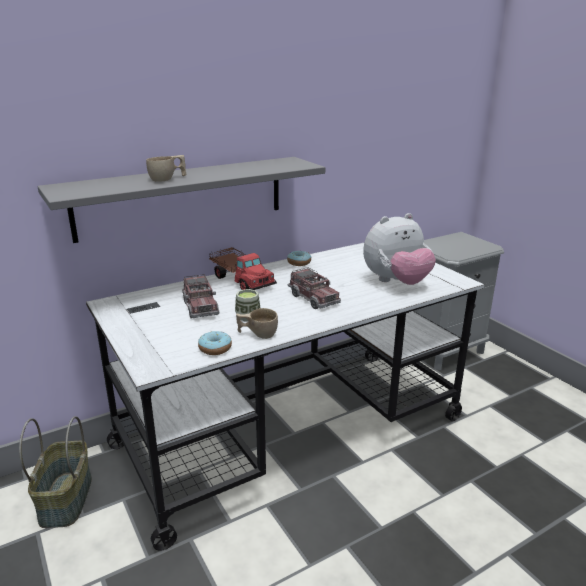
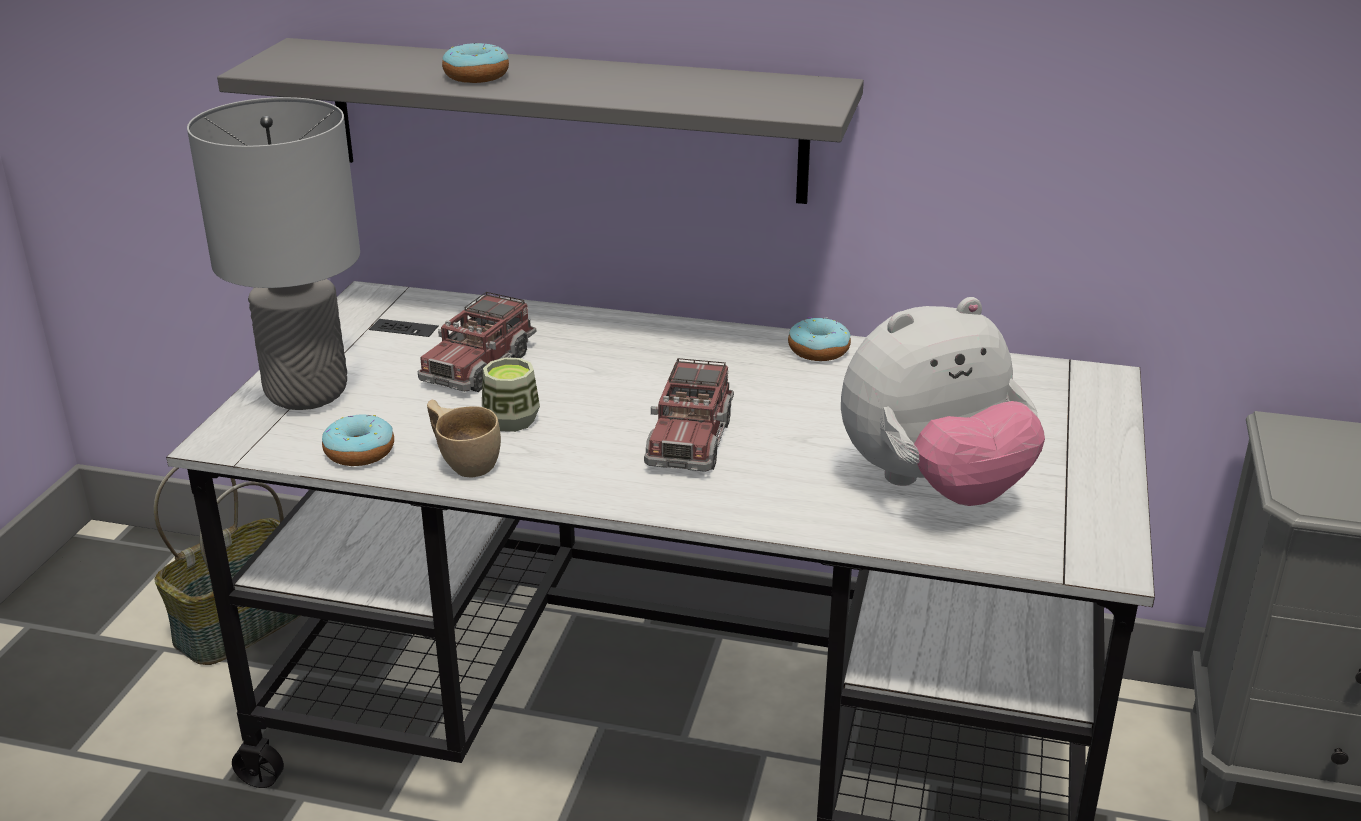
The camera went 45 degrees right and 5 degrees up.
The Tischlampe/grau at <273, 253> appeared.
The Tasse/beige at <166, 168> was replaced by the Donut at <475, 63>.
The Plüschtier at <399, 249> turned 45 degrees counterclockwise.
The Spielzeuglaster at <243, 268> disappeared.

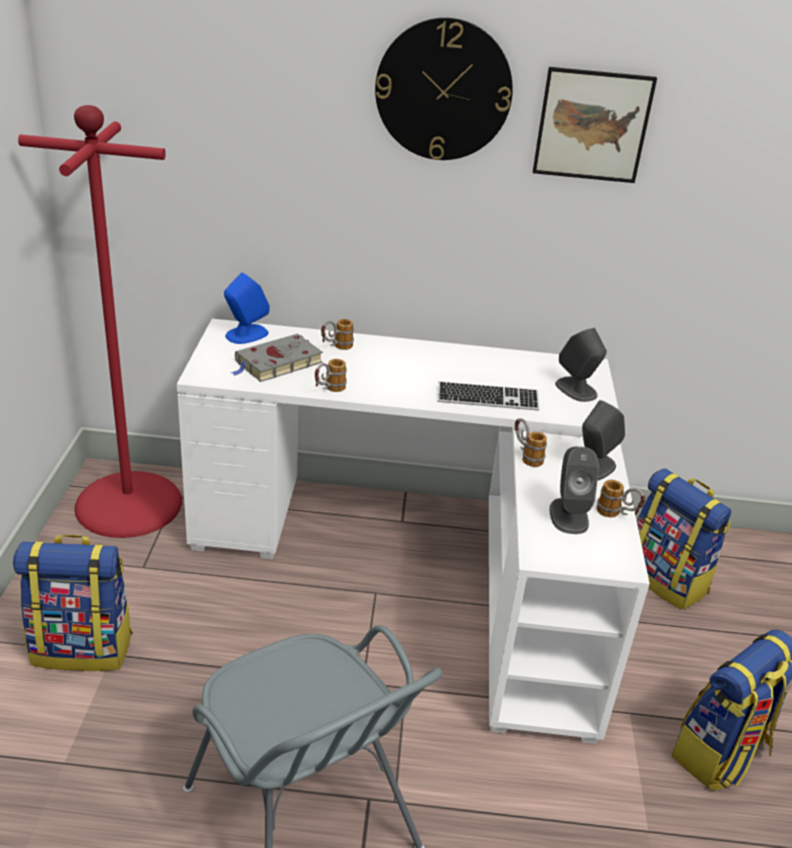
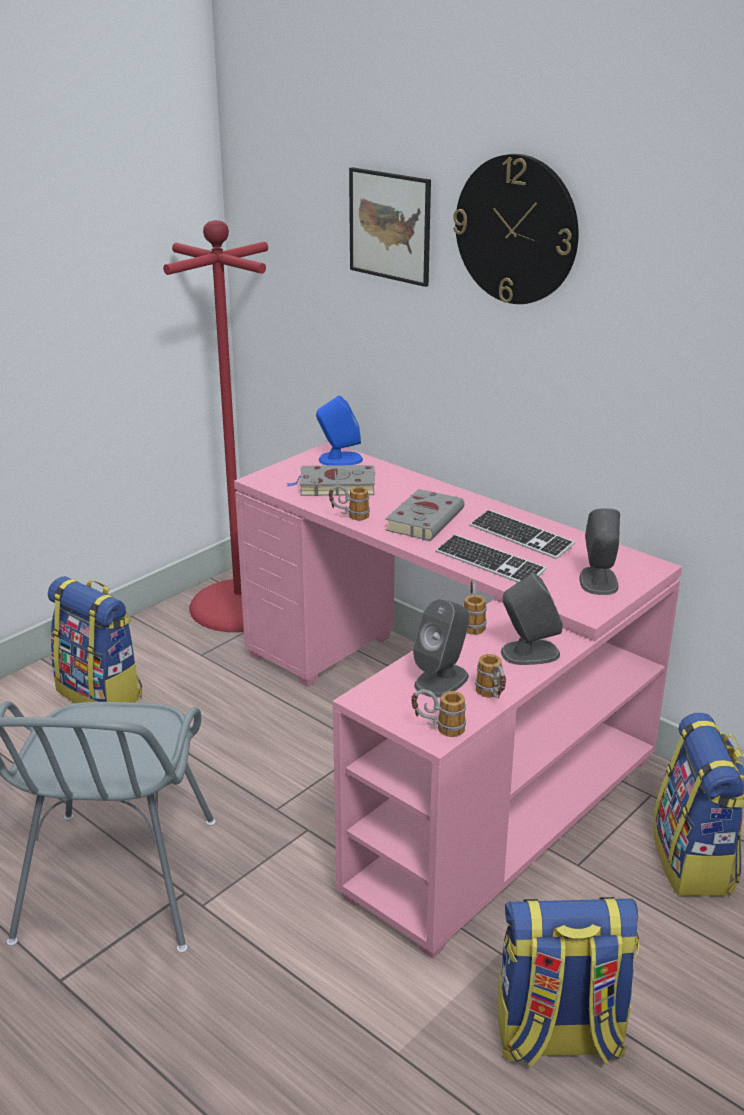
The camera went 40 degrees right and 5 degrees down.
The Schreibtisch/weiß at <413, 531> became the Schreibtisch/rosa at <458, 700>.
The Bild moved from <595, 125> to <390, 227>.
The Buch/grau at <425, 515> appeared.
The Henkelbecher moved from <337, 334> to <438, 713>.
The Tastatur at <522, 534> appeared.

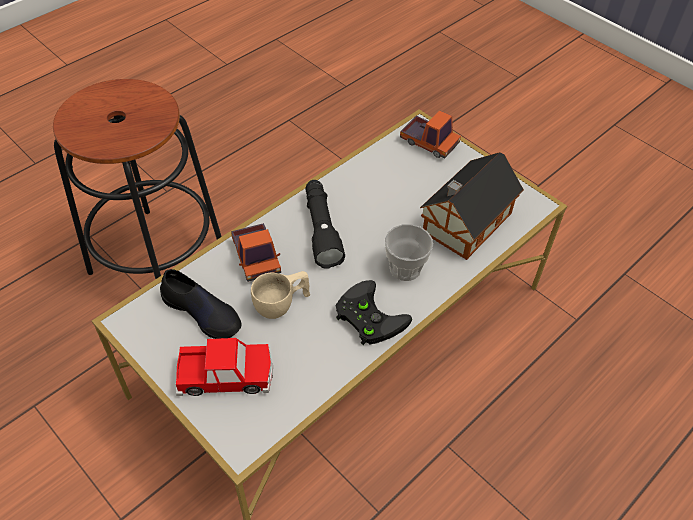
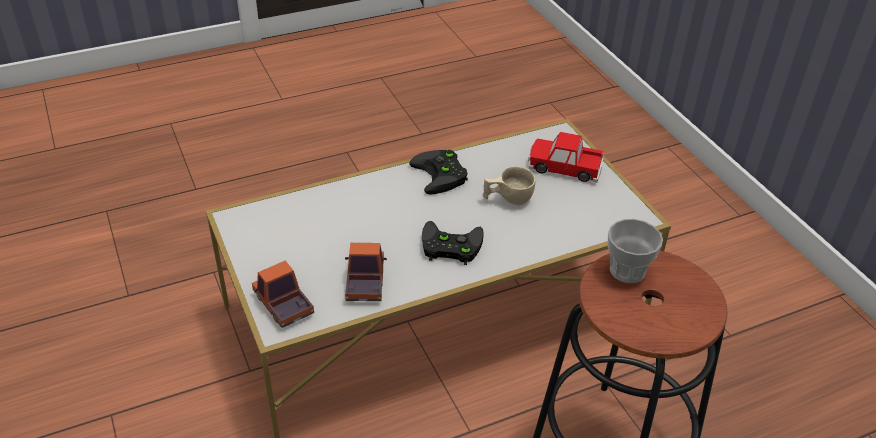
The camera went 160 degrees left and 10 degrees down.
The Spielzeuglaster moved from <256, 252> to <366, 272>.
The Taschenlampe/schwarz at <325, 224> was replaced by the Gamepad/schwarz at <453, 243>.
The Tasse moved from <409, 252> to <635, 251>.
The Schuh/schwarz at <201, 304> disappeared.
The Spielzeughaus at <472, 206> disappeared.

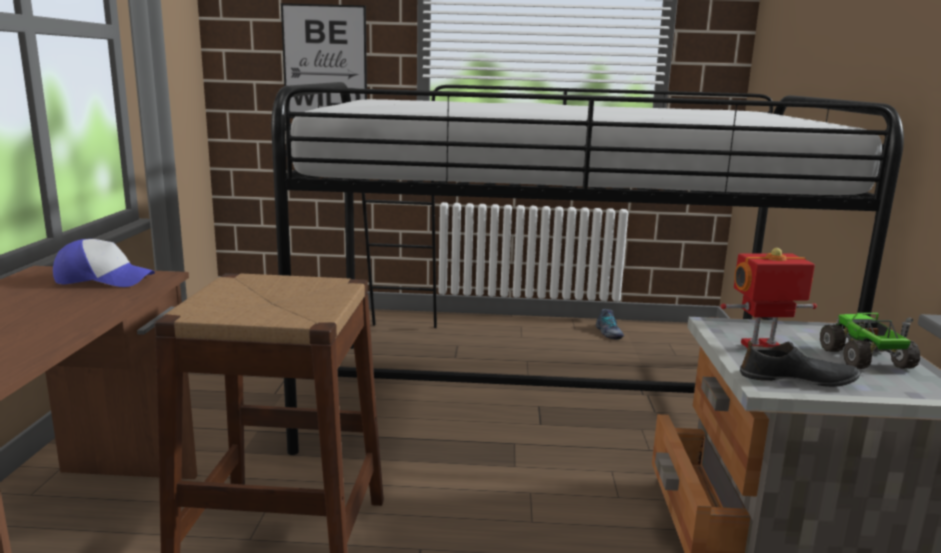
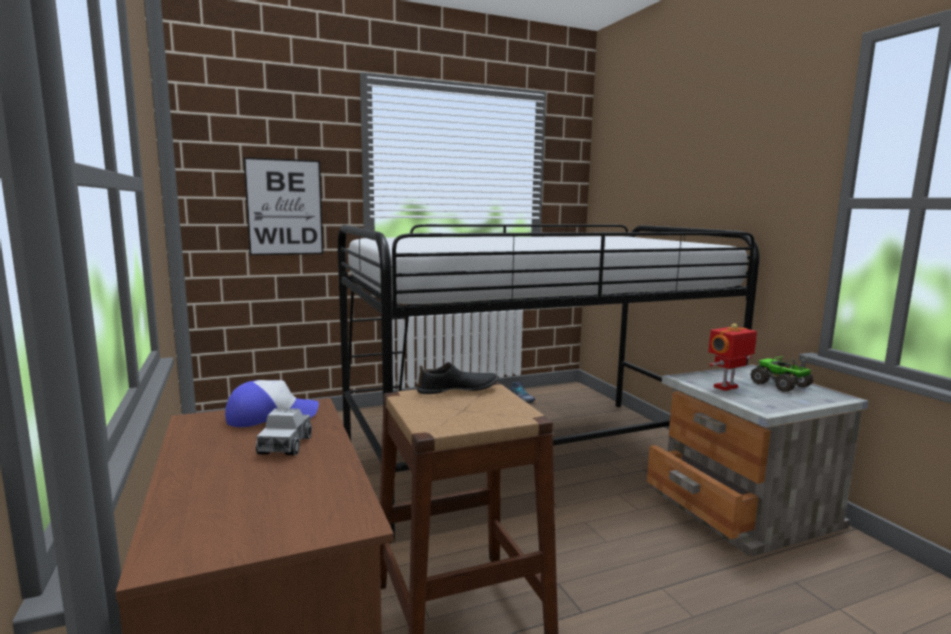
The camera went 25 degrees left and 5 degrees down.
The Spielzeuglaster at <284, 431> appeared.
The Schuh/schwarz moved from <800, 364> to <457, 378>.

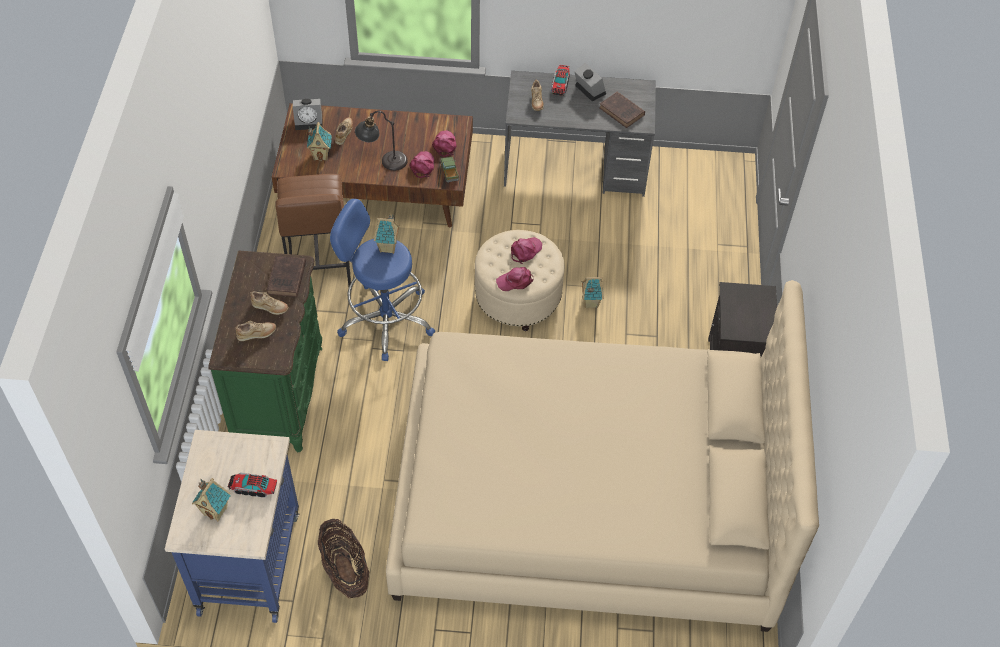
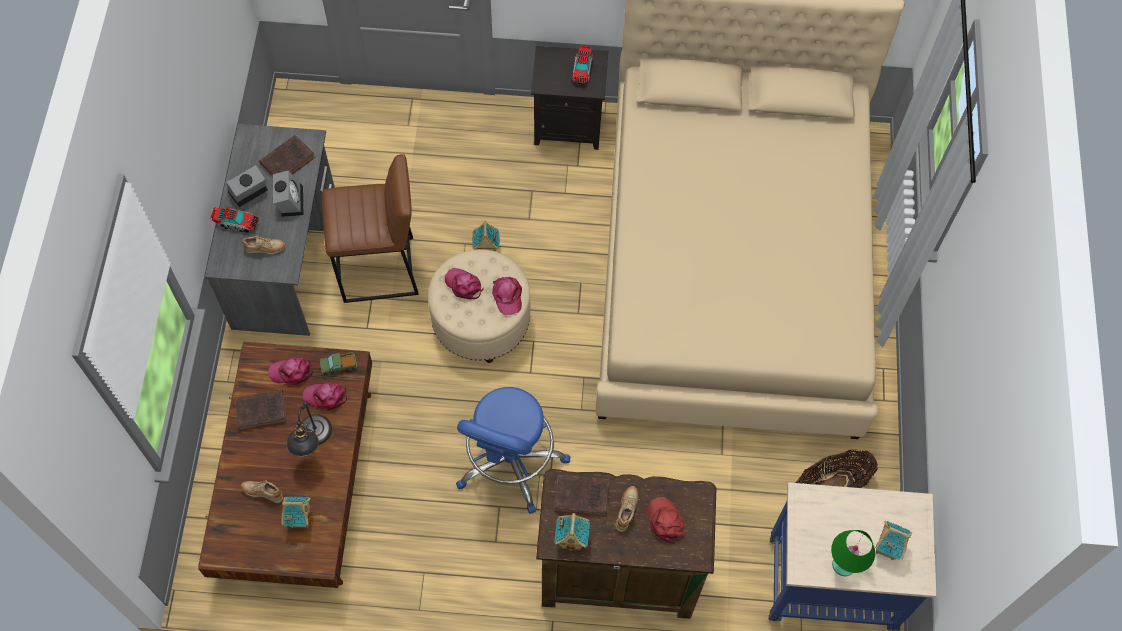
The camera went 90 degrees left and 10 degrees up.
The Buch/braun at <261, 410> appeared.
The Wecker moved from <308, 114> to <288, 193>.
The Hocker/braun moved from <313, 230> to <370, 228>.
The Spielzeughaus moved from <387, 234> to <572, 532>.
The Spielzeuglaster moved from <252, 485> to <582, 65>.
The Schuh/beige at <256, 331> was replaced by the Kappe/rot at <666, 520>.
The Tischlampe/grün at <853, 553> appeared.

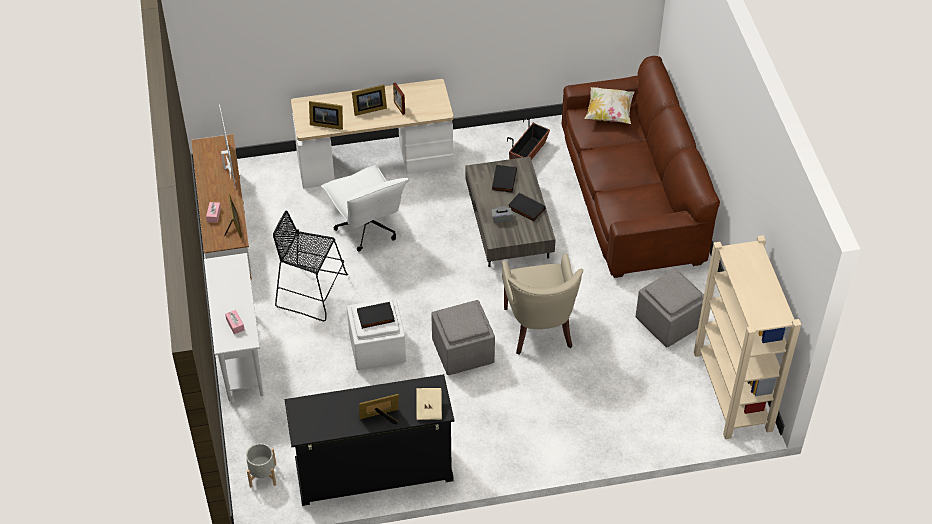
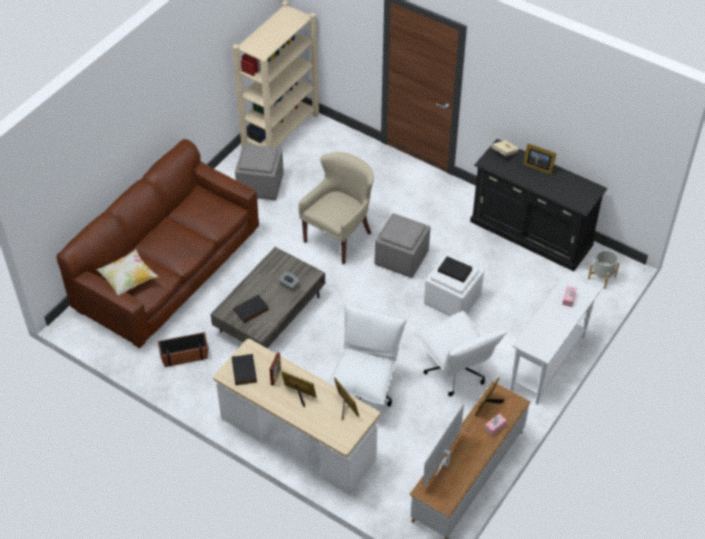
The camera went 135 degrees left and 0 degrees up.
The Buch/schwarz moved from <527, 207> to <244, 369>.
The Hocker/schwarz at <310, 265> was replaced by the Bürostuhl/weiß at <460, 353>.

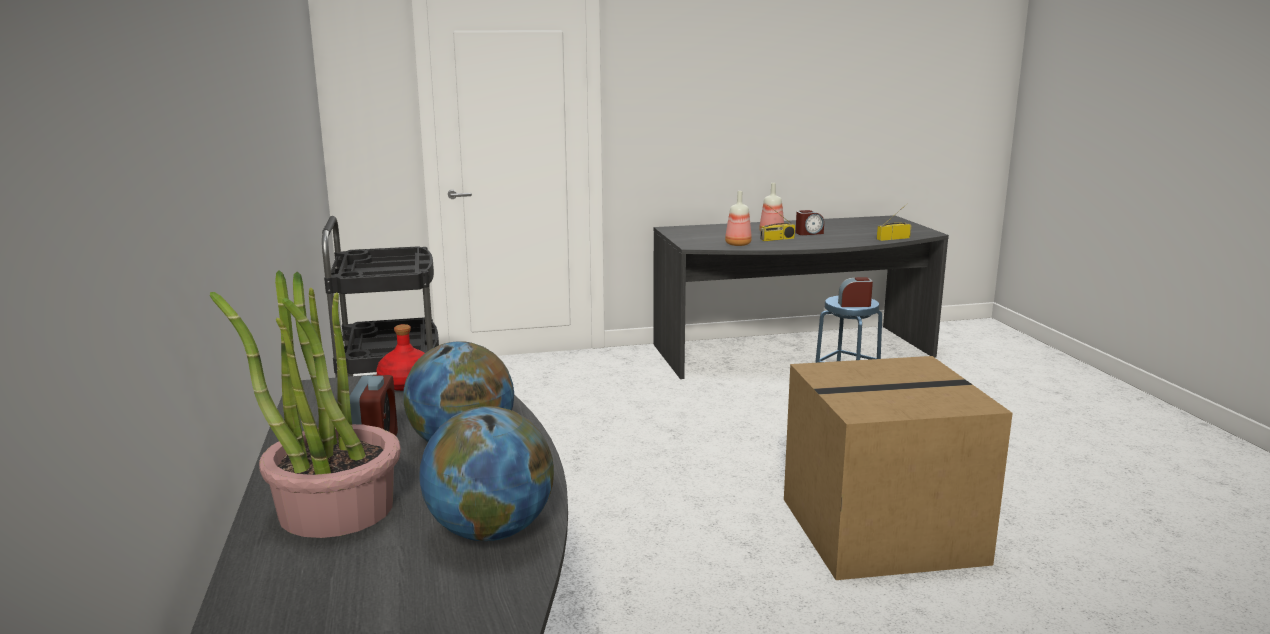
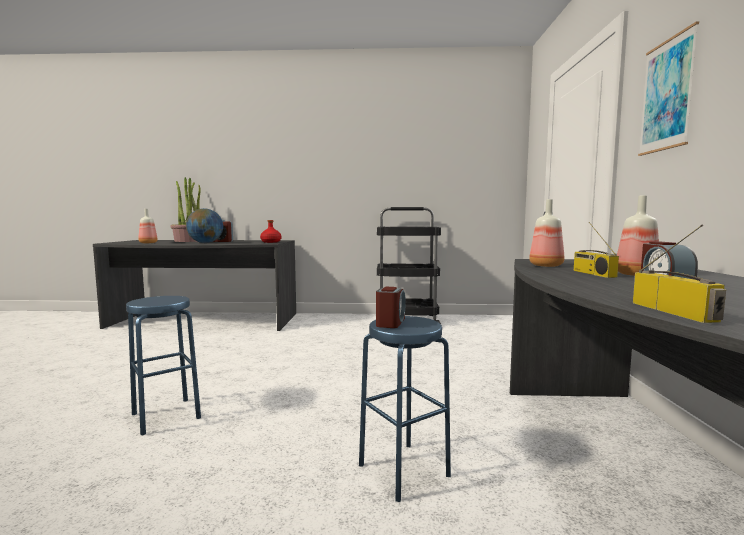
The camera went 105 degrees right and 10 degrees down.
The Karton at <898, 468> was replaced by the Hocker/blau at <163, 365>.
The Globus at <486, 473> was replaced by the Flasche at <148, 226>.
The Bild at <668, 88> appeared.

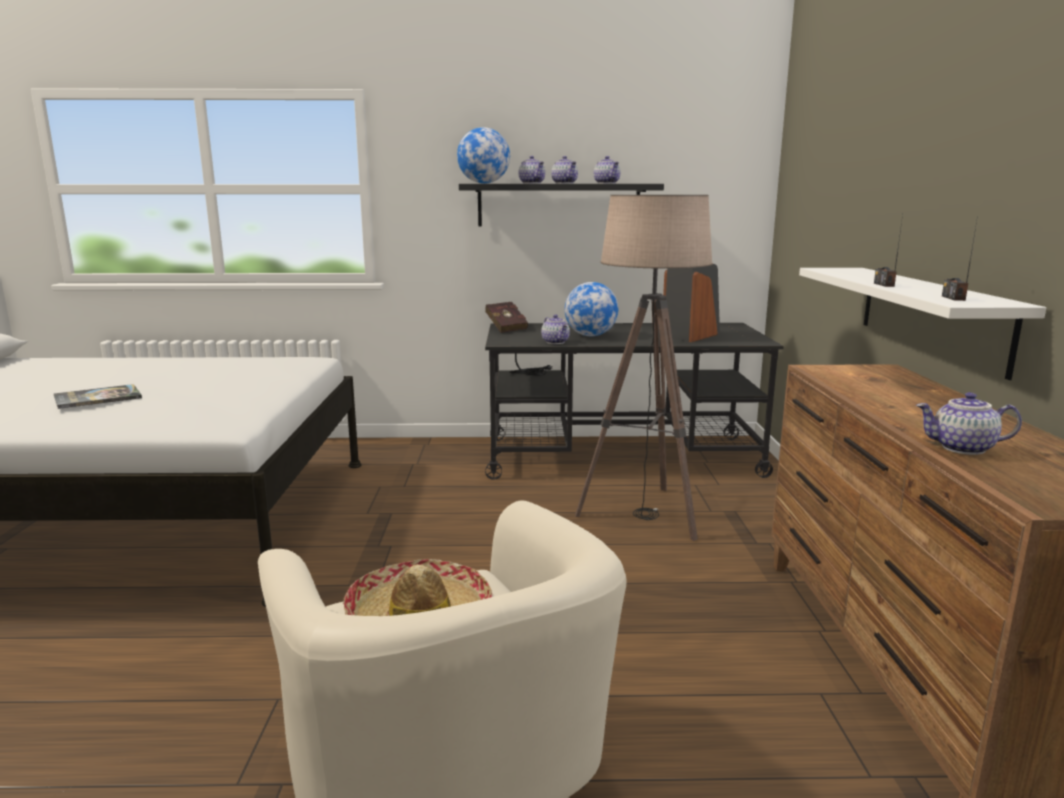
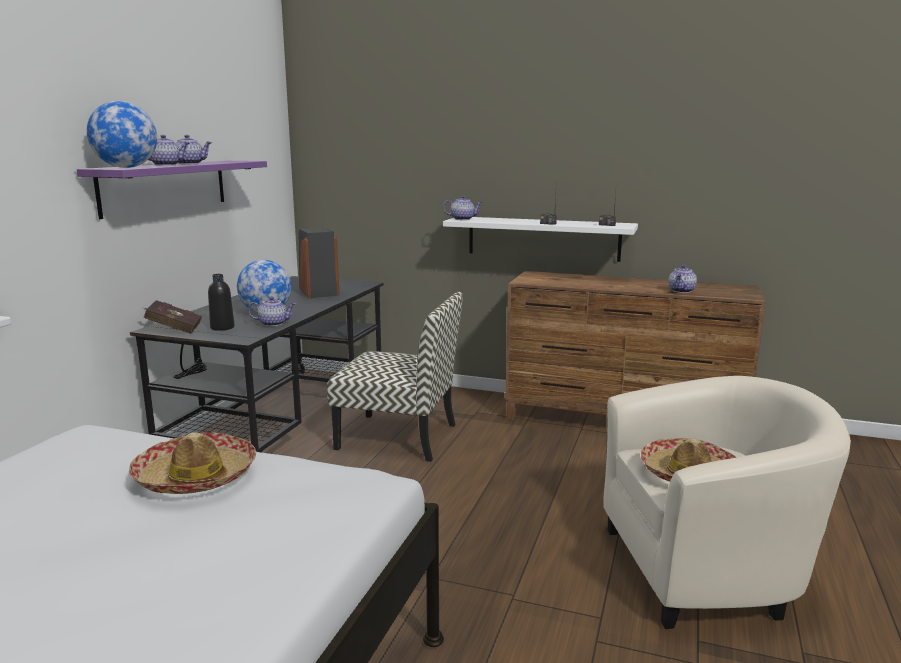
The camera went 70 degrees left and 0 degrees up.
The Wandregal/schwarz at <561, 205> became the Wandregal/lila at <172, 190>.
The Hut at <192, 463> appeared.
The Flasche/schwarz at <221, 302> appeared.
The Stehlampe at <644, 368> was replaced by the Stuhl at <395, 377>.
The Teekanne moved from <607, 170> to <462, 207>.
The Buch at <98, 396> disappeared.

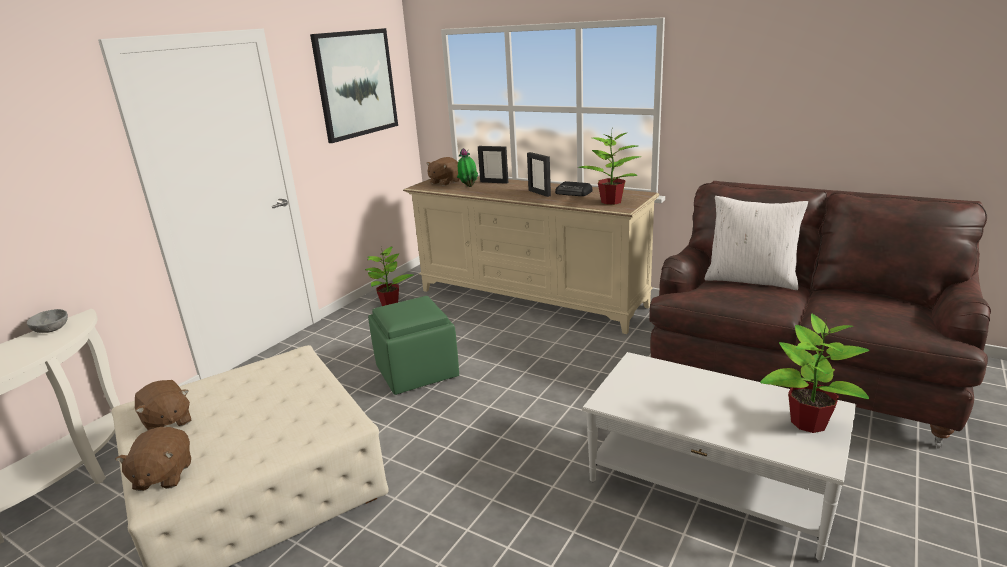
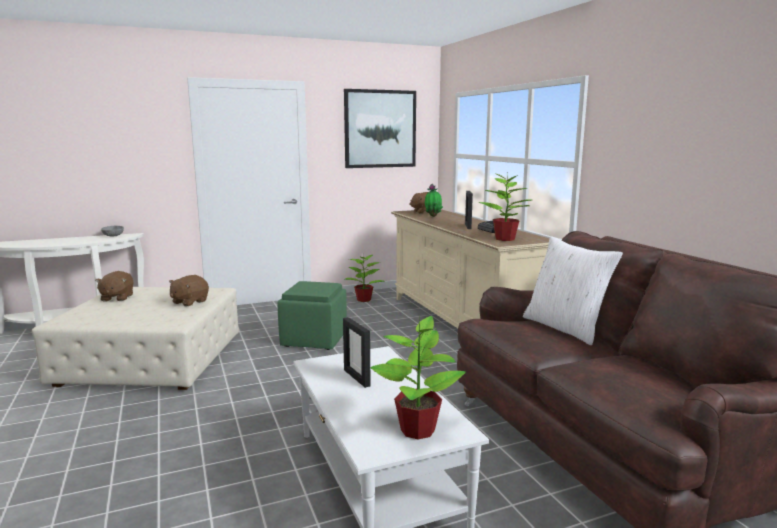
The camera went 35 degrees right and 10 degrees down.
The Plüschtier/braun moved from <153, 459> to <189, 291>.
The Bilderrahmen moved from <493, 165> to <357, 352>.

